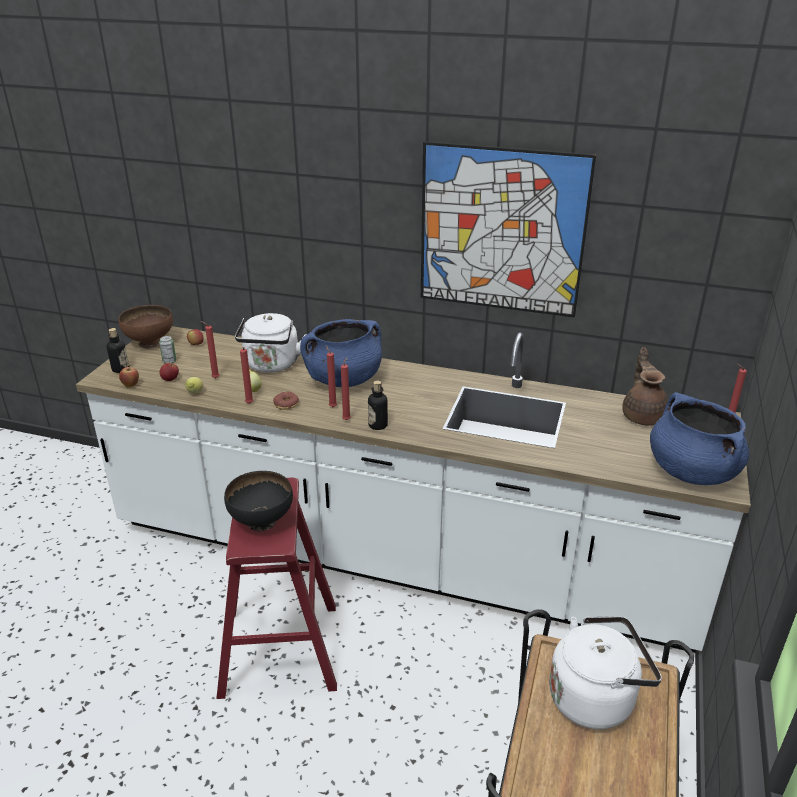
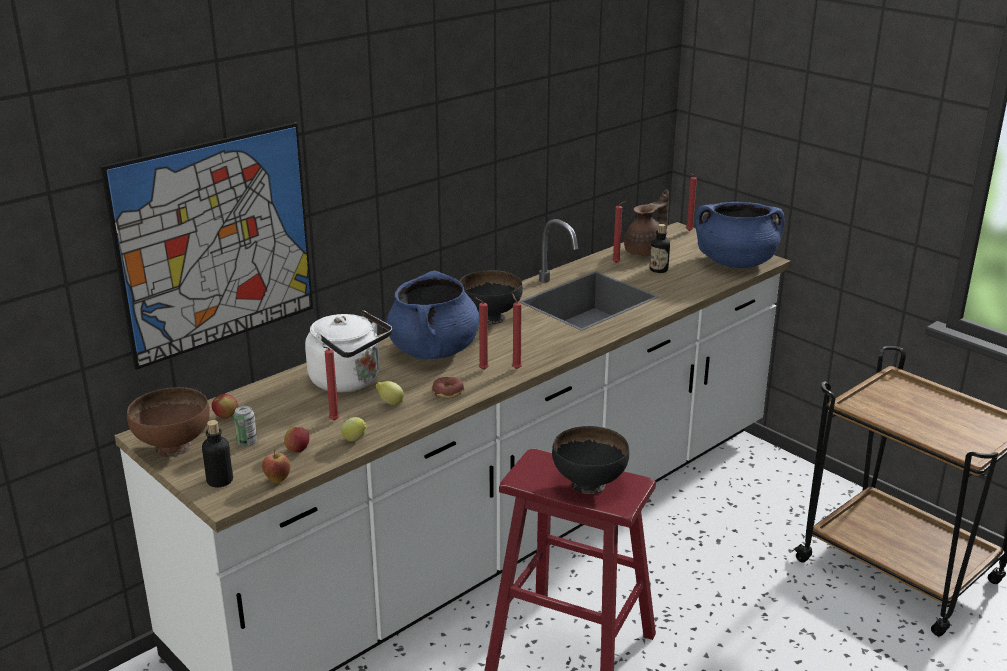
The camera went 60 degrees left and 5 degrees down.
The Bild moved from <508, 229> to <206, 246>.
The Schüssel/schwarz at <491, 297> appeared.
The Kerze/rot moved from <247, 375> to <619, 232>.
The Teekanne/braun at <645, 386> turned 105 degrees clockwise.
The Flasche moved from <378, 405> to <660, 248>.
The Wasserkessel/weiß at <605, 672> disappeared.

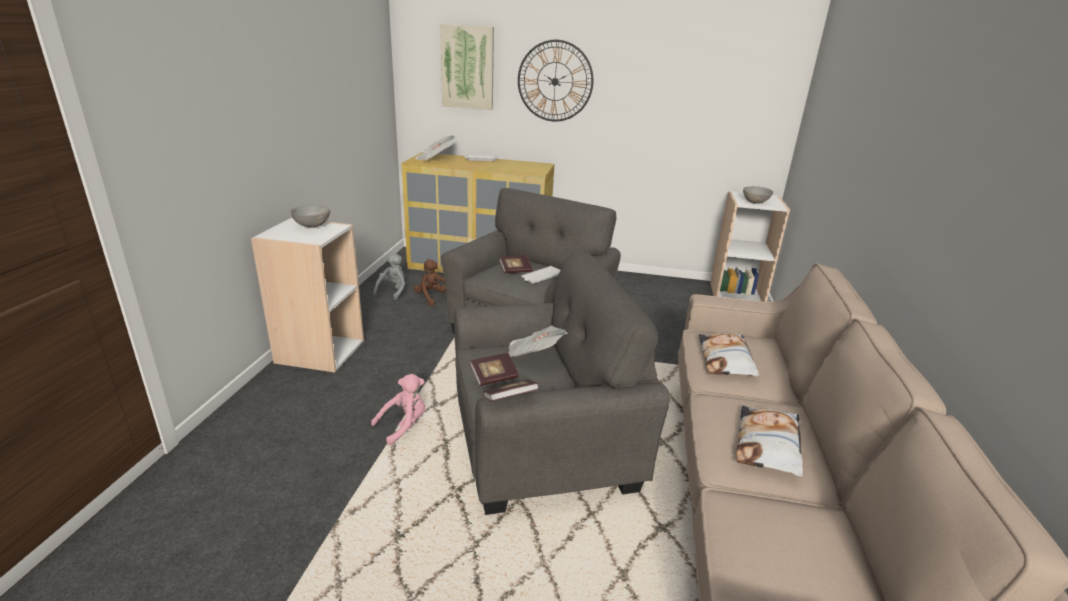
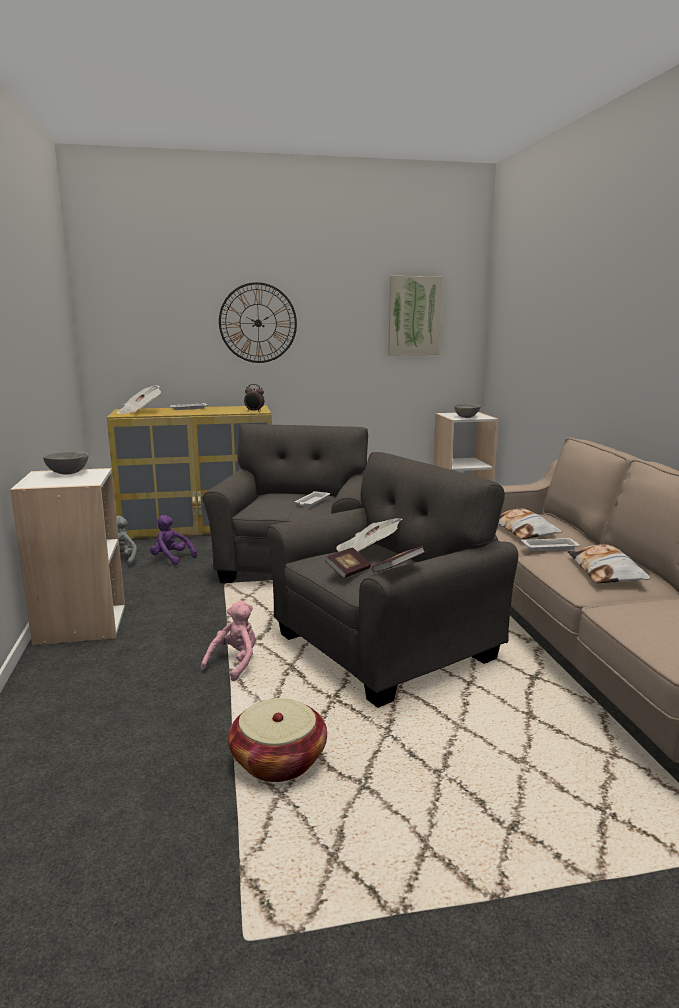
The camera went 20 degrees left and 10 degrees down.
The Plüschtier/braun at <430, 282> became the Plüschtier/lila at <173, 540>.
The Korb at <277, 740> appeared.
The Wecker at <254, 398> appeared.
The Bild moved from <467, 67> to <415, 315>.
The Tablett/weiß at <550, 544> appeared.
The Buch at <516, 264> disappeared.

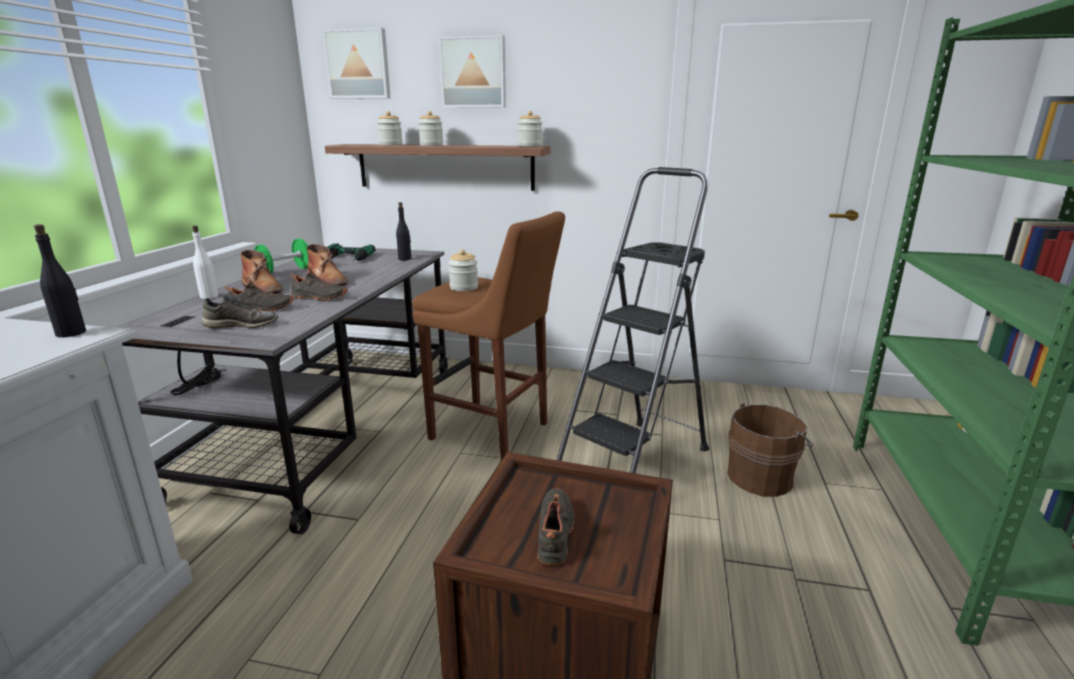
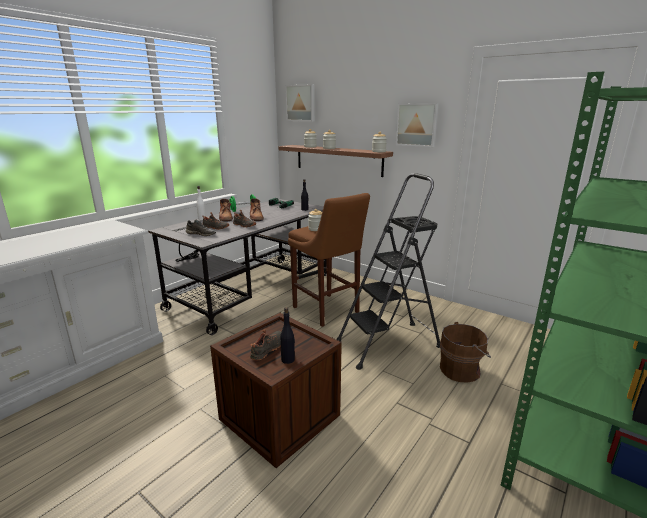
The camera went 25 degrees right and 0 degrees up.
The Flasche/schwarz moved from <60, 280> to <287, 335>.
The Bild moved from <472, 71> to <417, 125>.

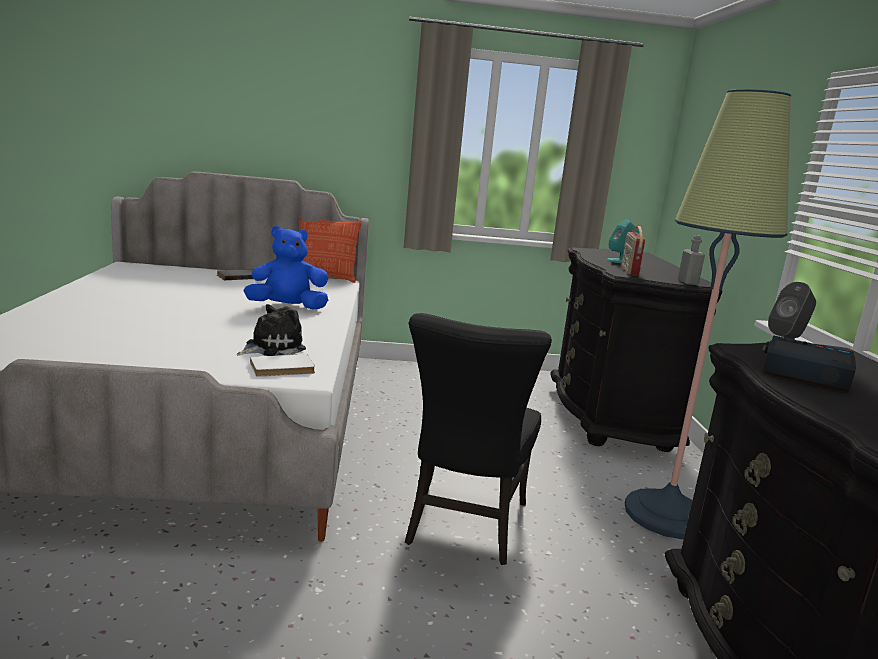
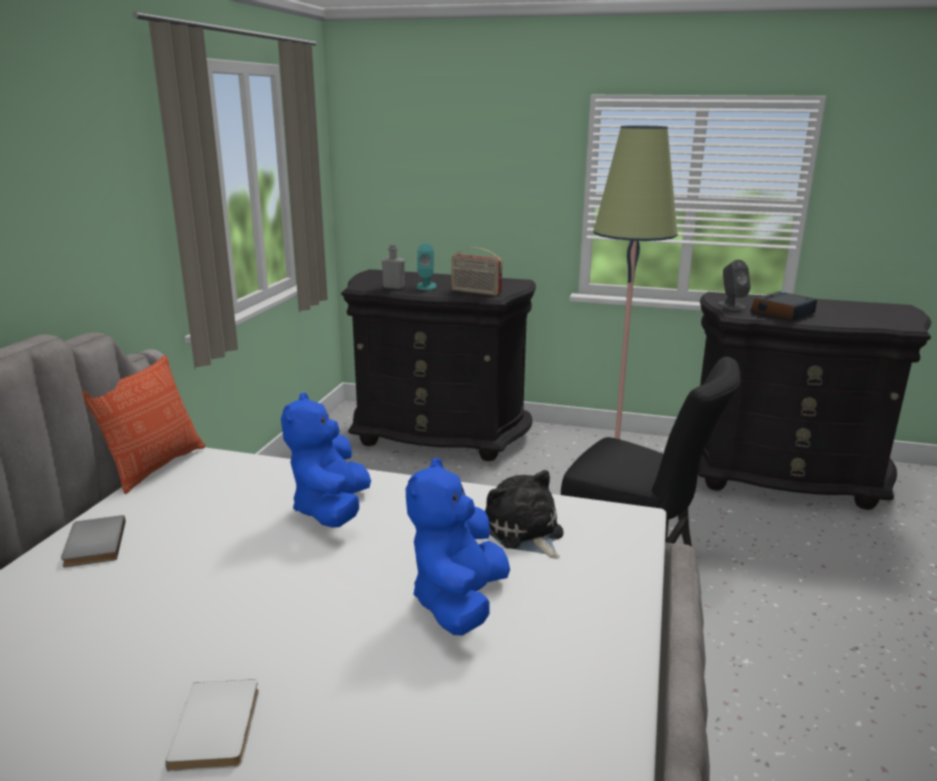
The camera went 70 degrees left and 5 degrees up.
The Buch/weiß moved from <282, 365> to <211, 725>.
The Flasche/grau moved from <691, 260> to <393, 266>.
The Plüschtier/blau at <458, 546> appeared.

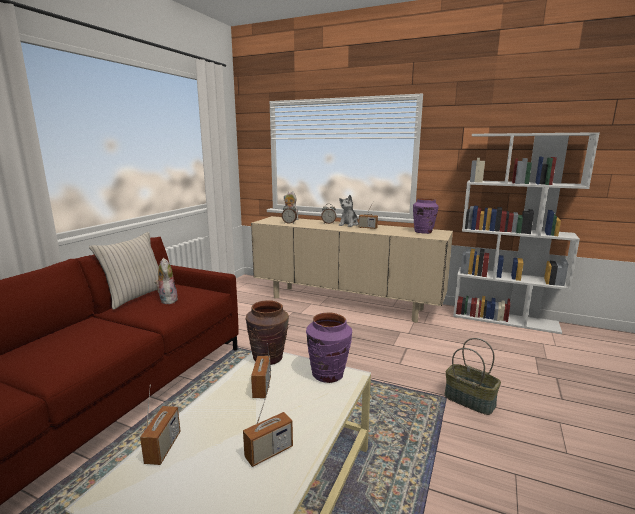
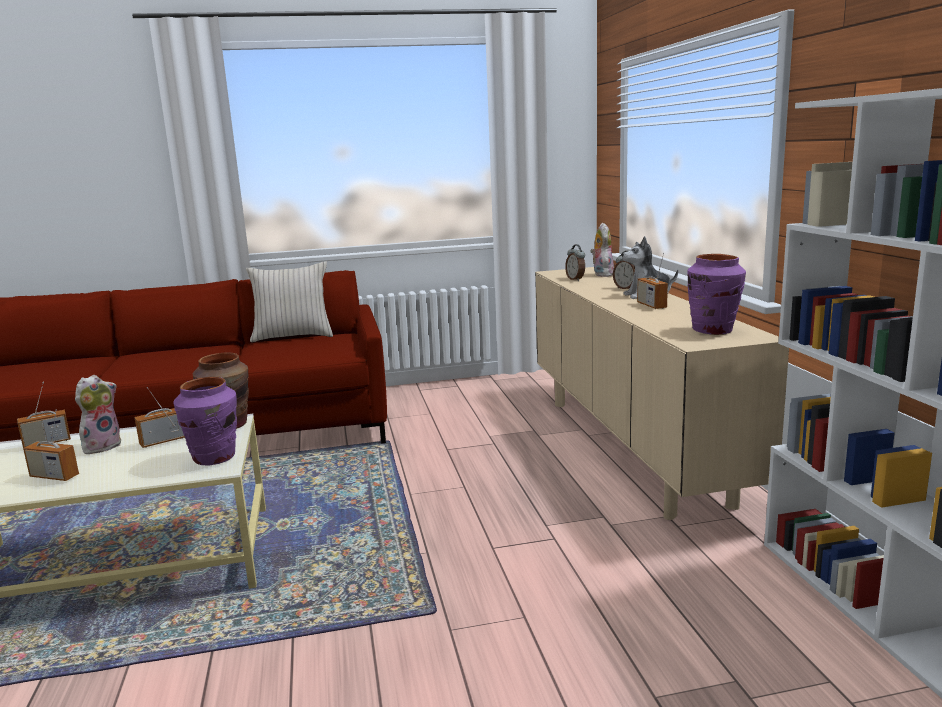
The camera went 55 degrees right and 0 degrees up.
The Plüschtier moved from <166, 281> to <98, 414>.
The Korb at <472, 376> disappeared.

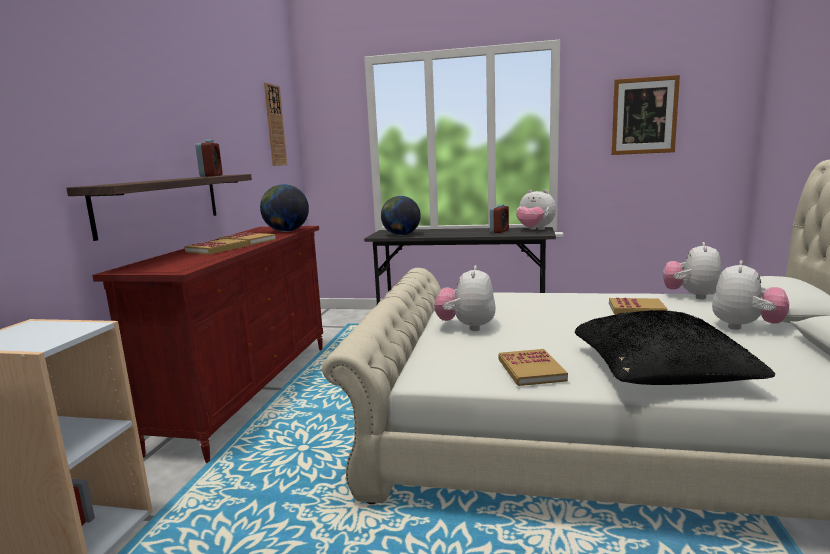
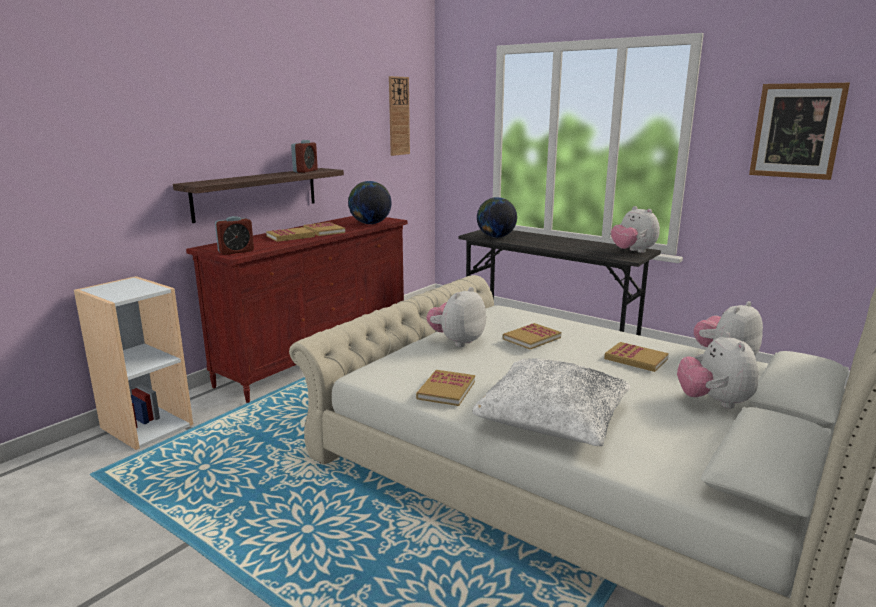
The camera went 25 degrees right and 5 degrees up.
The Wecker moved from <499, 218> to <234, 235>.
The Kissen/schwarz at <675, 347> became the Kissen/weiß at <551, 402>.
The Buch at <532, 336> appeared.
The Plüschtier at <750, 295> turned 120 degrees clockwise.

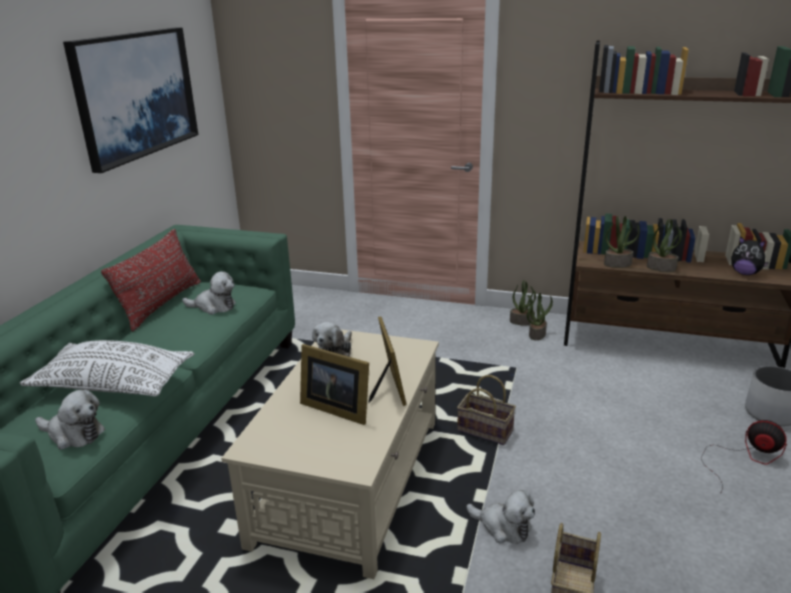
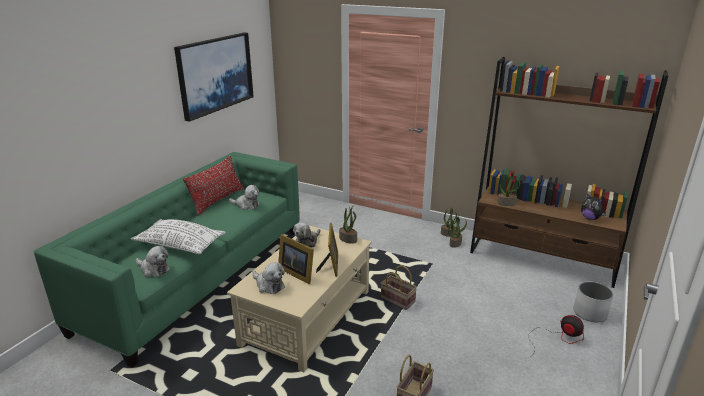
The camera went 10 degrees right and 0 degrees up.
The Plüschtier moved from <500, 517> to <268, 278>.
The Topfpflanze moved from <664, 245> to <348, 224>.

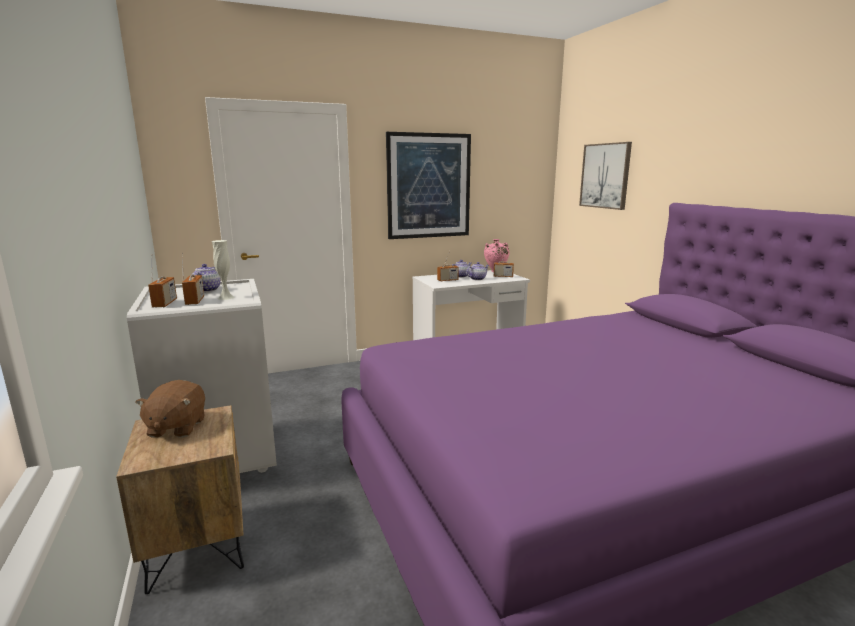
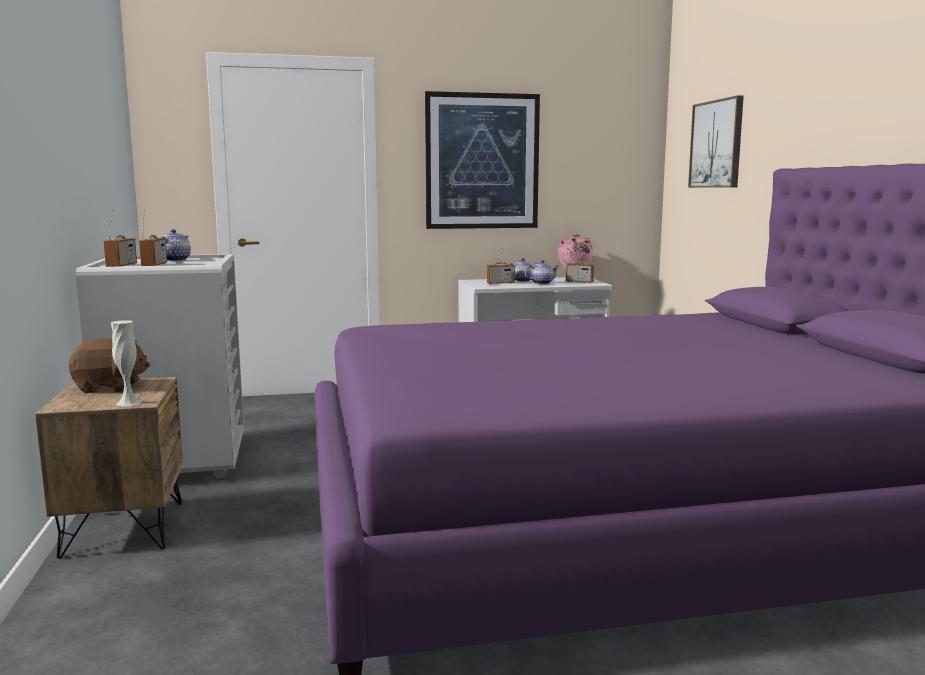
The camera went 10 degrees right and 5 degrees down.
The Plüschtier/braun at <170, 409> turned 105 degrees counterclockwise.
The Vase/weiß moved from <223, 270> to <126, 363>.

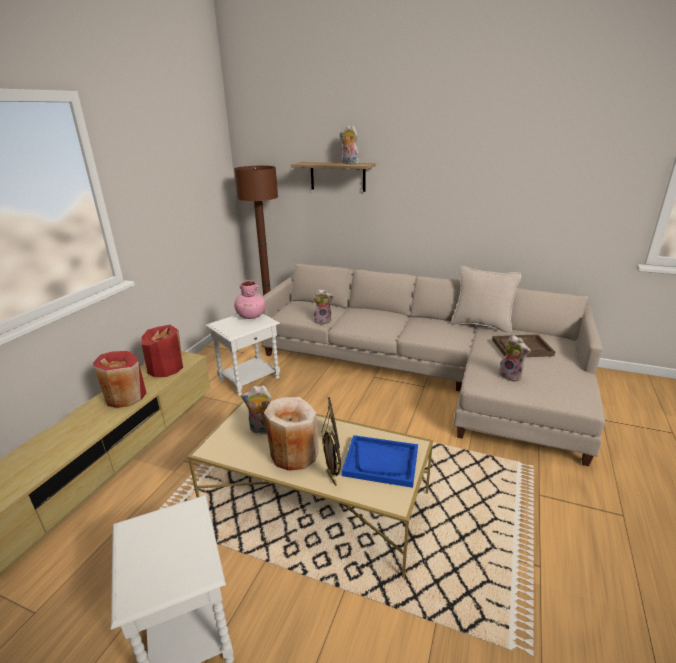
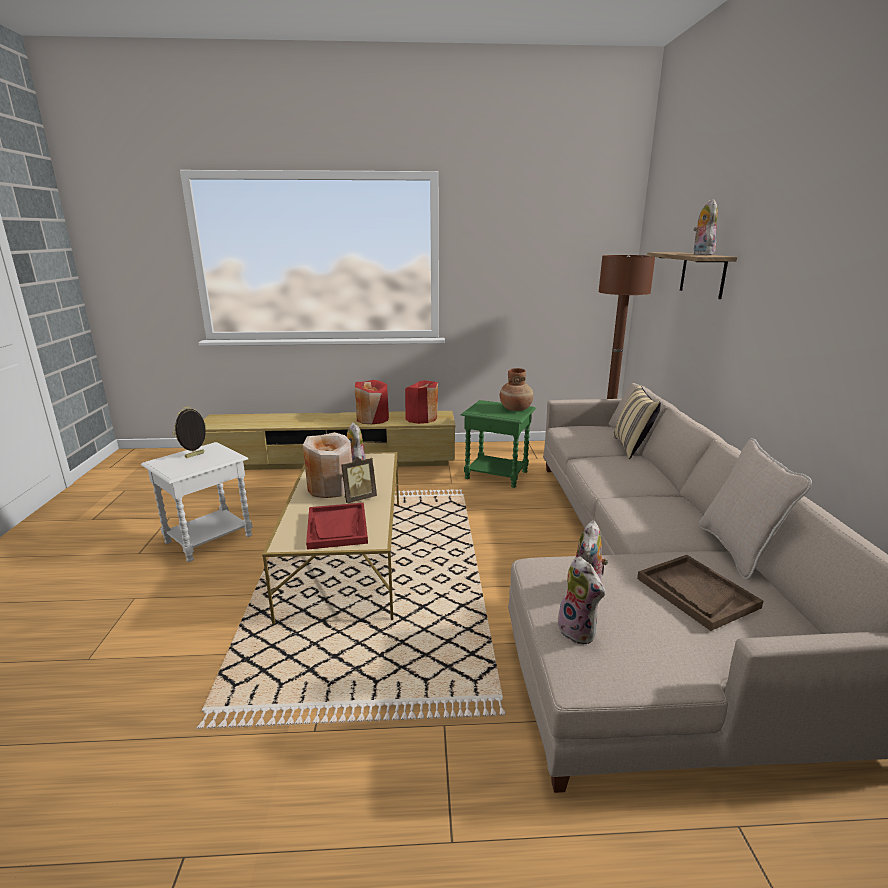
The camera went 65 degrees right and 5 degrees down.
The Bilderrahmen moved from <331, 457> to <190, 432>.
The Tablett/blau at <380, 461> became the Tablett/rot at <337, 526>.
The Beistelltisch/weiß at <243, 354> became the Beistelltisch/grün at <498, 444>.
The Vase/rosa at <249, 299> became the Vase/braun at <517, 389>.
The Plüschtier moved from <324, 306> to <581, 600>.
The Kissen/beige at <637, 422> appeared.

